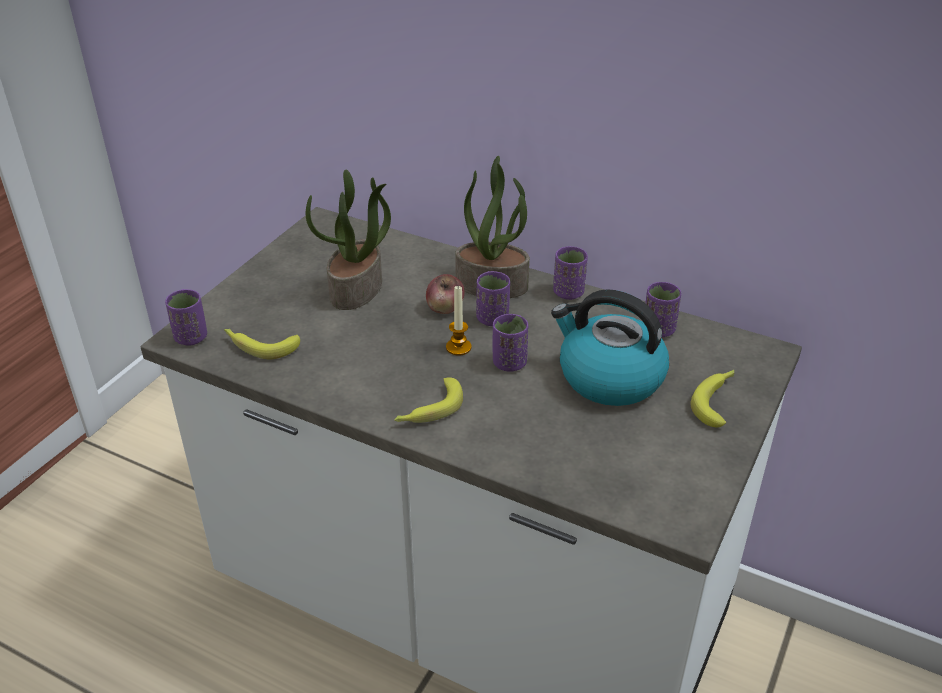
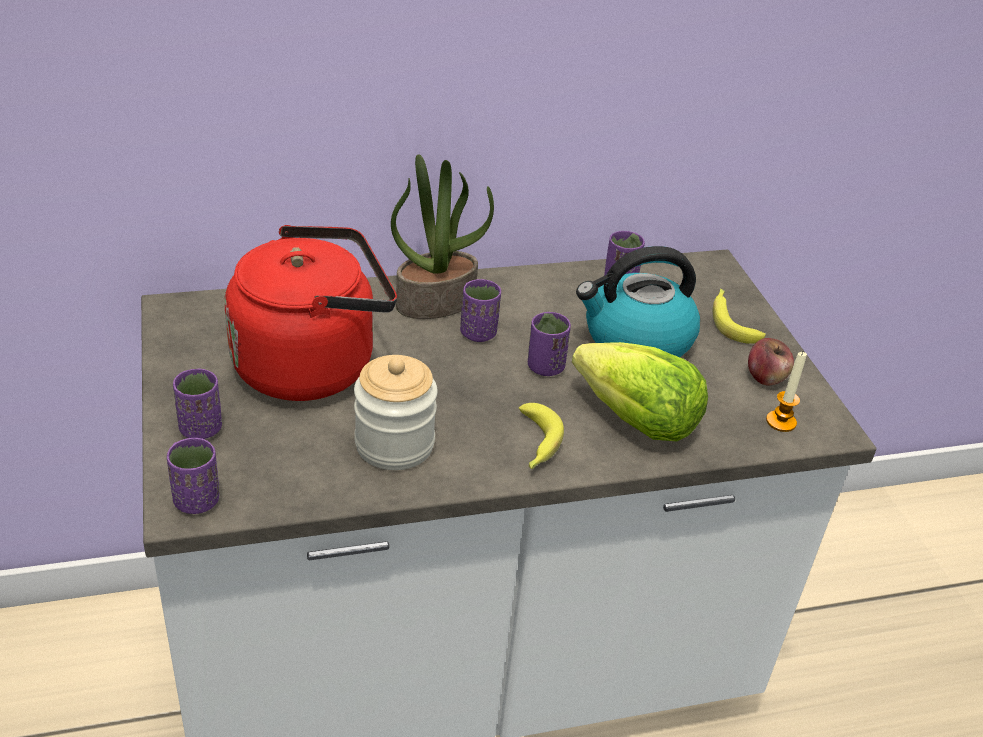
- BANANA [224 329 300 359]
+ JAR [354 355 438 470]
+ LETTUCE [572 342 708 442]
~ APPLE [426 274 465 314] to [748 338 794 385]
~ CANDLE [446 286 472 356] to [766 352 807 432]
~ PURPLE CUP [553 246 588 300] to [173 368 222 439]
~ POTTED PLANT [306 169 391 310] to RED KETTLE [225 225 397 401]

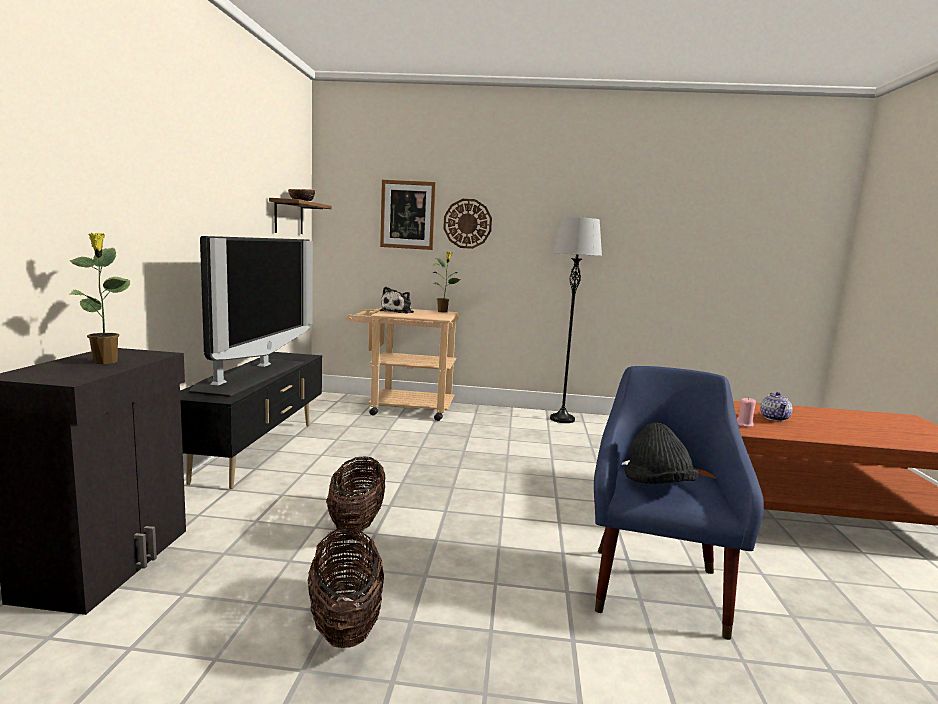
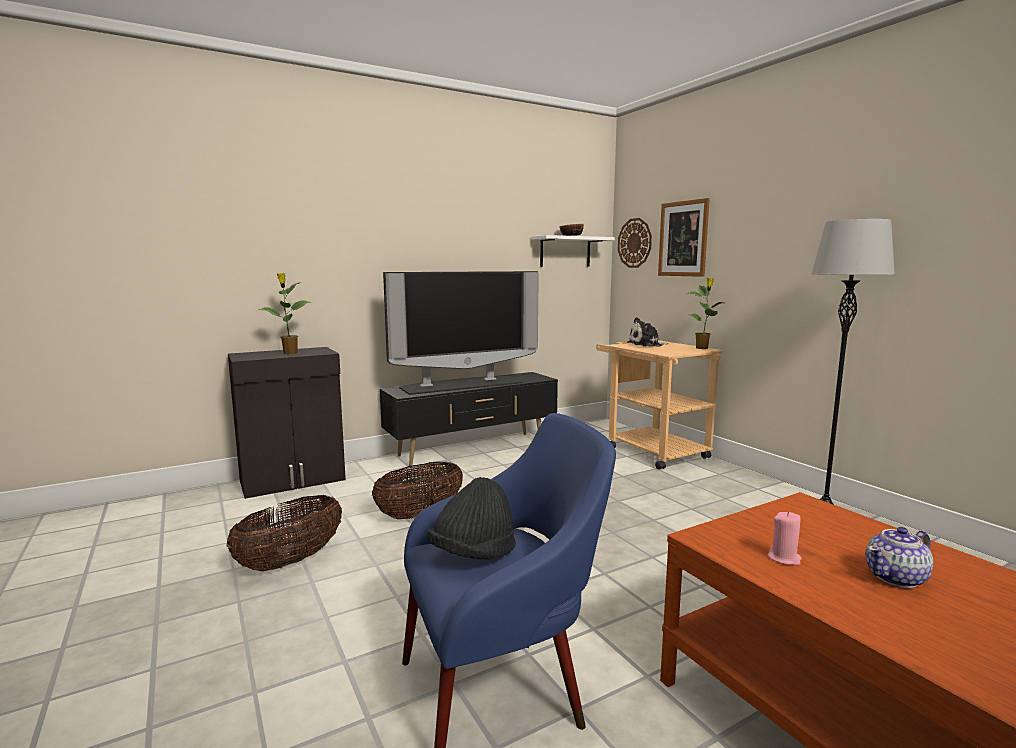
~ WALL CLOCK [443 199 492 249] to [618 218 652 268]
~ BROWN SHELF [269 198 332 234] to WHITE SHELF [531 235 615 267]

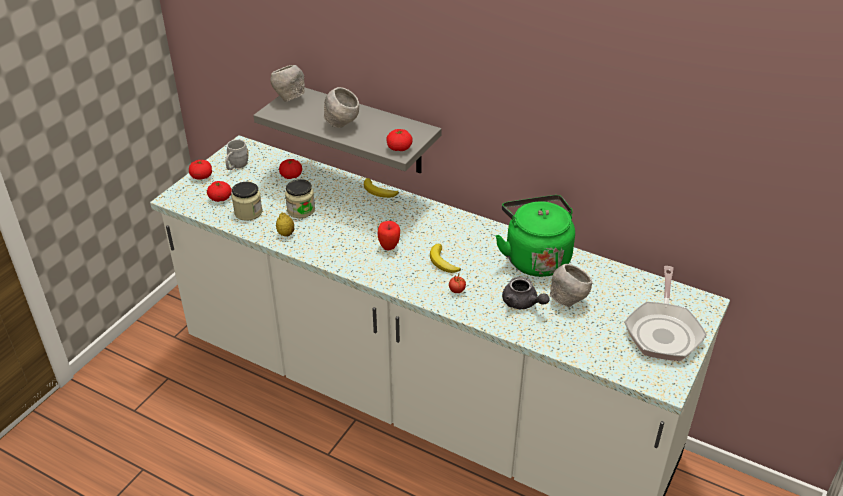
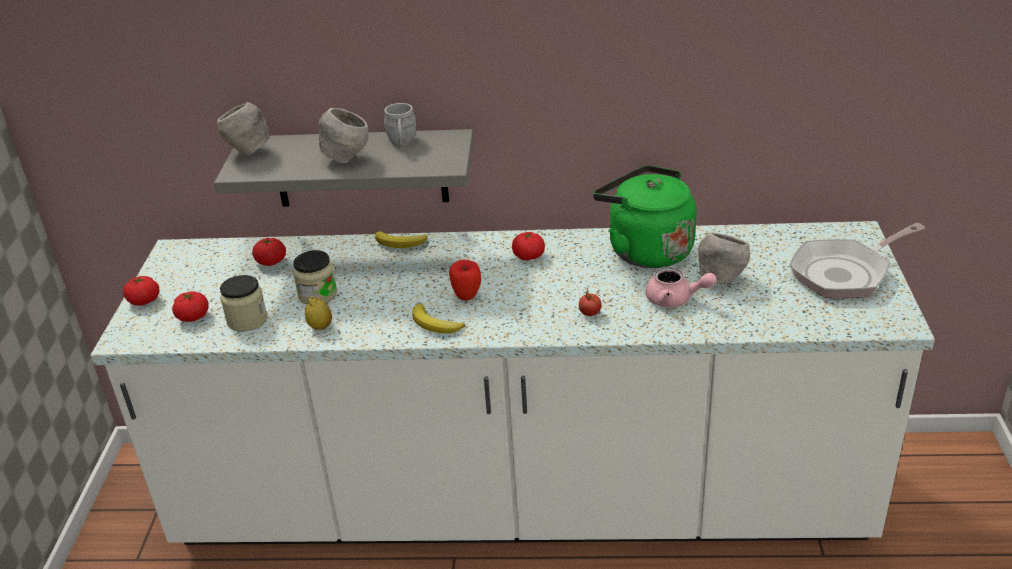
~ GREY MUG [225 139 249 170] to [384 103 416 147]
~ TOMATO [386 129 412 151] to [512 232 545 260]
~ BANANA [430 243 461 273] to [412 304 465 333]
~ GREY TEAPOT [502 277 550 309] to PINK TEAPOT [646 267 717 307]
~ FRYING PAN [624 266 707 361] = [789 223 926 298] 75 degrees clockwise

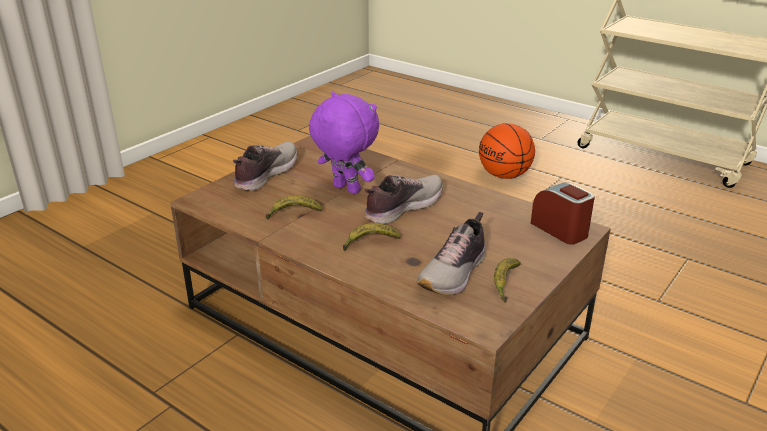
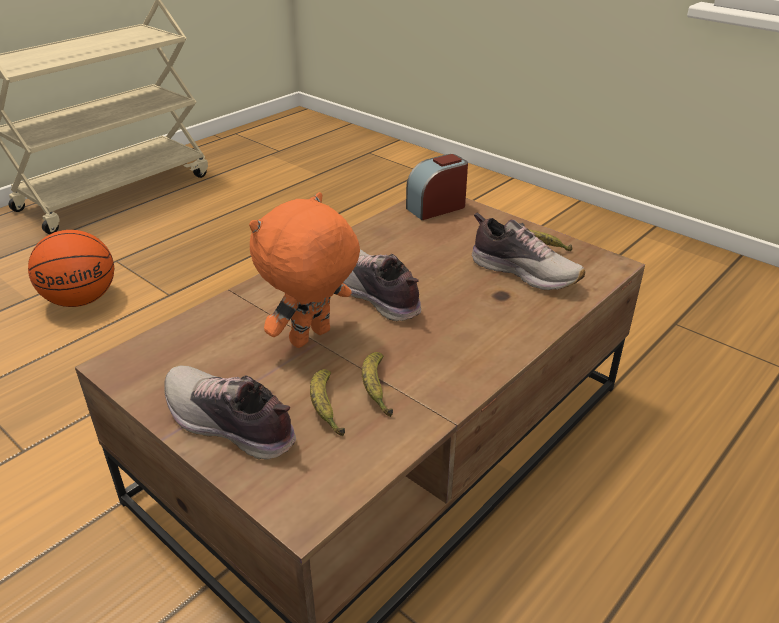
~ BANANA [343 223 401 251] to [310 369 345 436]
~ PURPLE PLUSH TOY [309 92 379 194] to ORANGE PLUSH TOY [249 192 360 348]

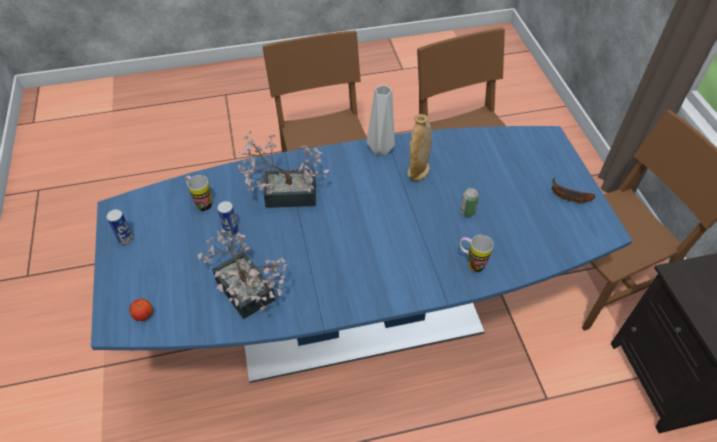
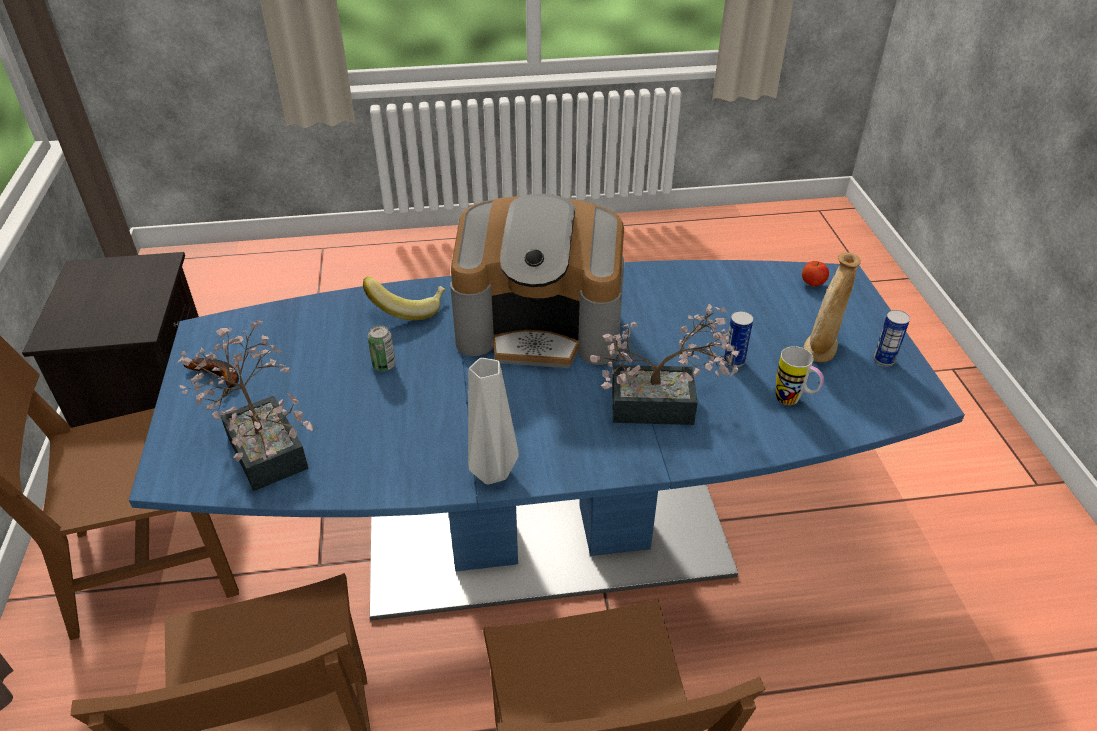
+ COFFEE MACHINE [450 194 624 368]
~ POTTED PLANT [197 229 288 319] to [177 321 314 491]
~ BEIGE VASE [407 114 432 181] to [804 252 861 362]
~ MUG [460 235 493 272] to BANANA [363 276 446 320]

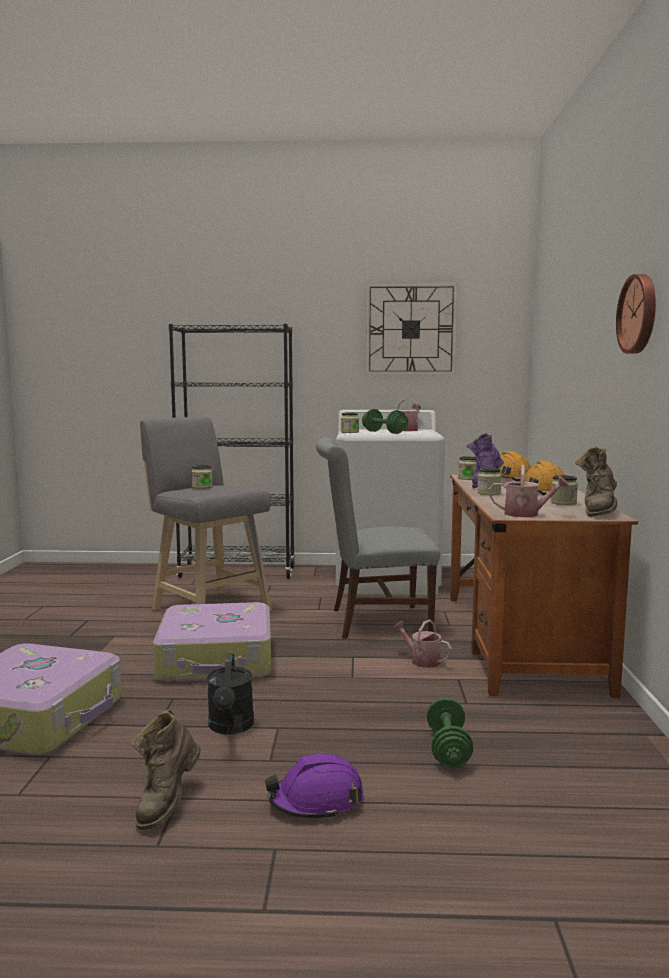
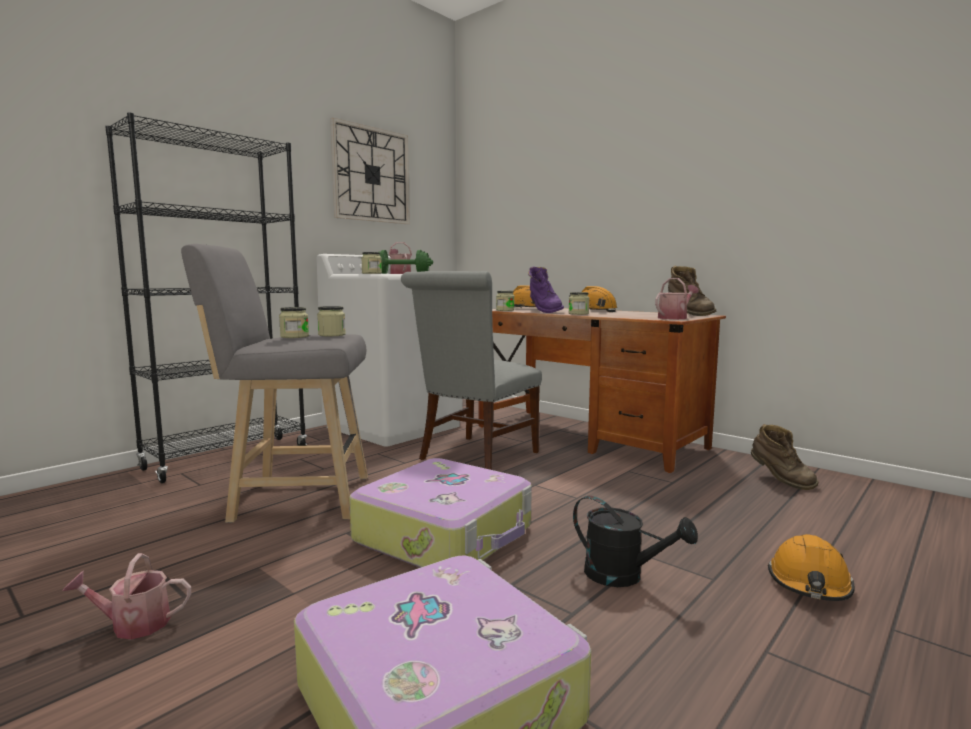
- GREEN DUMBBELL [427 697 473 769]
- WALL CLOCK [616 274 656 354]
~ BROWN BOOT [131 710 201 830] to [751 424 819 490]
~ WATERING CAN [393 619 452 668] to [63 553 191 640]
~ JAR [551 475 578 505] to [317 306 346 336]
~ PURPLE HARD HAT [265 754 364 820] to ORANGE HARD HAT [768 534 855 601]

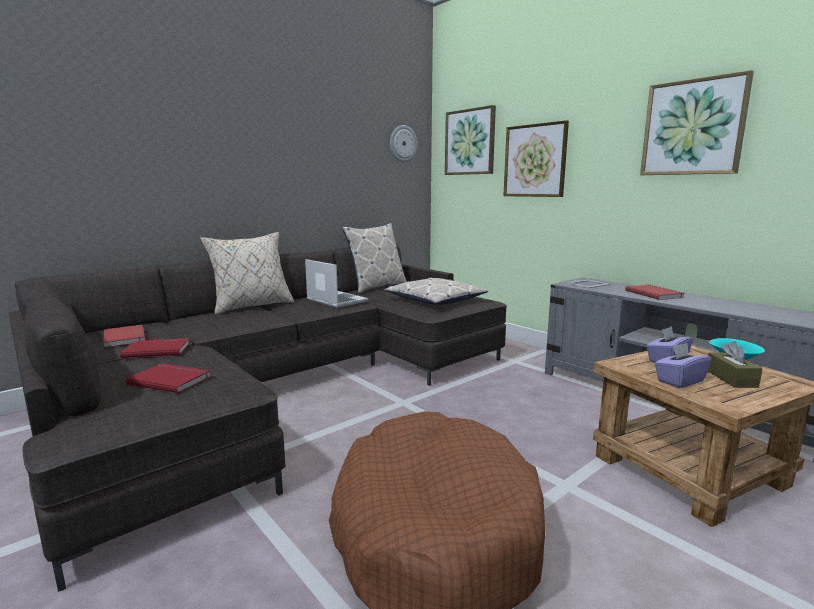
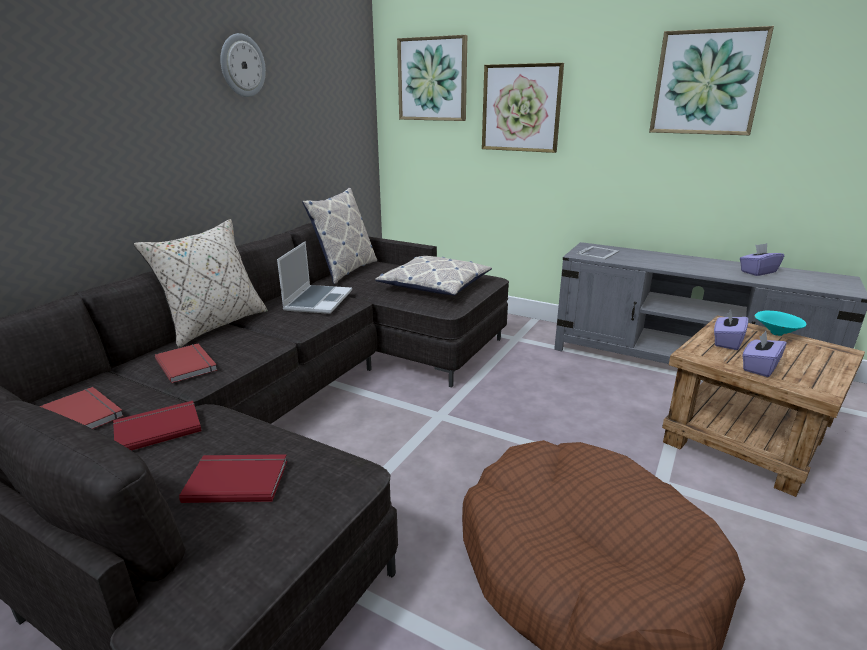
- BROWN TISSUE BOX [708 341 763 388]
+ PURPLE TISSUE BOX [740 243 784 276]
~ WALL CLOCK [390 125 417 162] to [220 33 266 97]
~ RED BOOK [625 284 684 300] to [155 344 217 383]
~ LAPTOP [305 259 368 308] = [277 241 352 314] 75 degrees clockwise

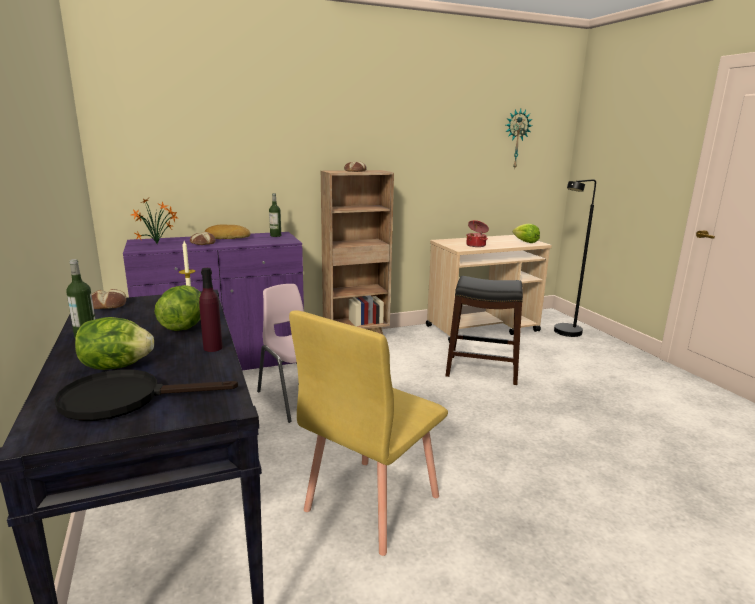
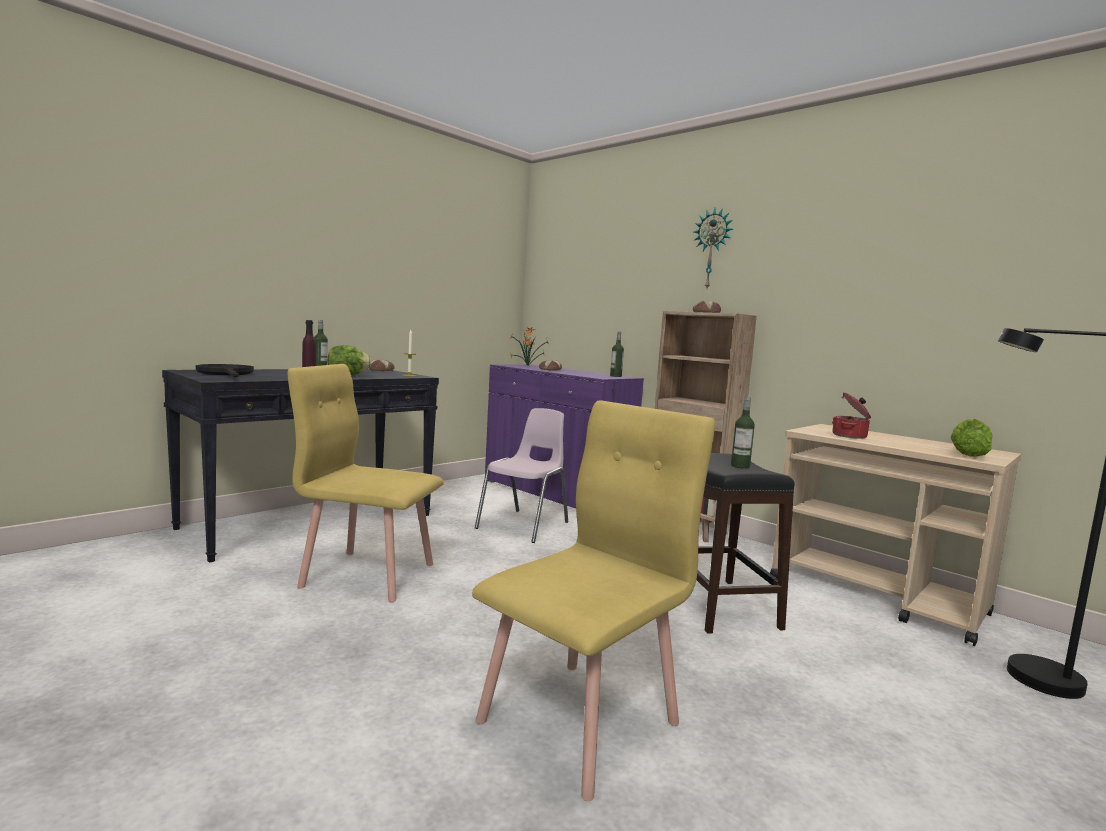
- LETTUCE [75 317 154 370]
- BREAD [204 225 251 239]
+ YELLOW CHAIR [472 400 715 801]
+ BOTTLE [731 397 755 468]
~ WALL CLOCK [506 109 532 170] to [694 208 733 288]

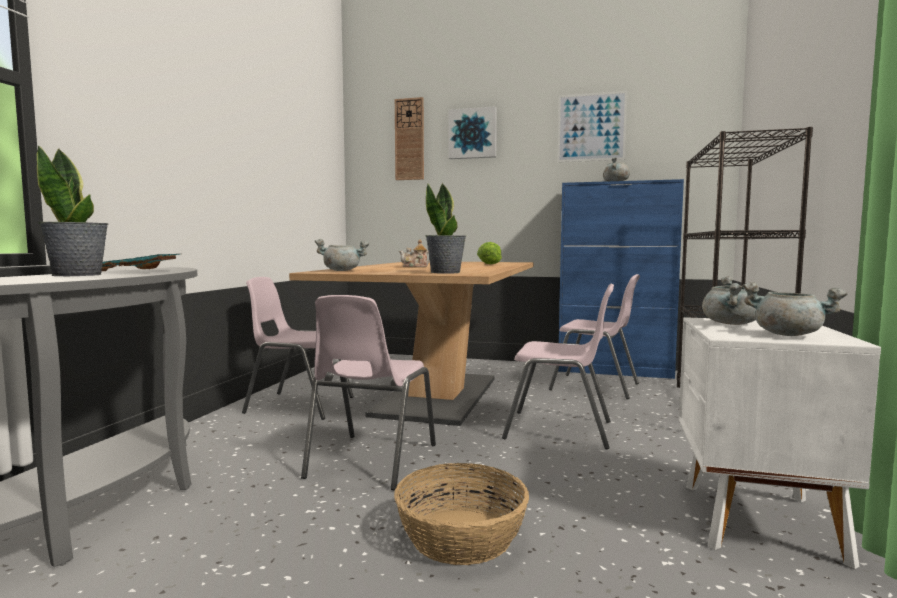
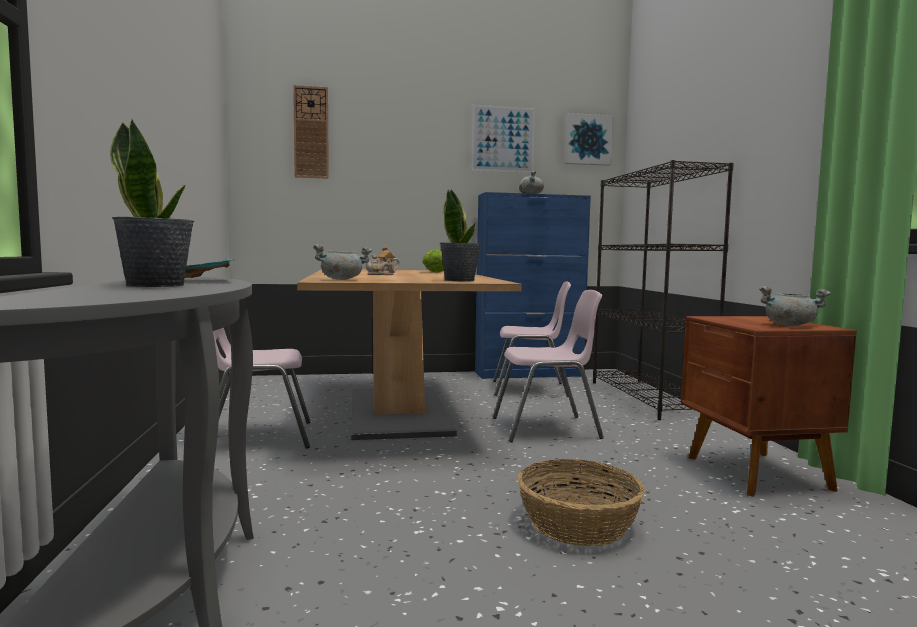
- PINK CHAIR [301 295 436 490]
- GREY COOKING POT [702 276 756 325]
~ PICTURE [448 106 497 159] to [564 113 613 166]
~ WHITE NIGHTSTAND [679 317 881 569] to BROWN NIGHTSTAND [681 316 857 497]

